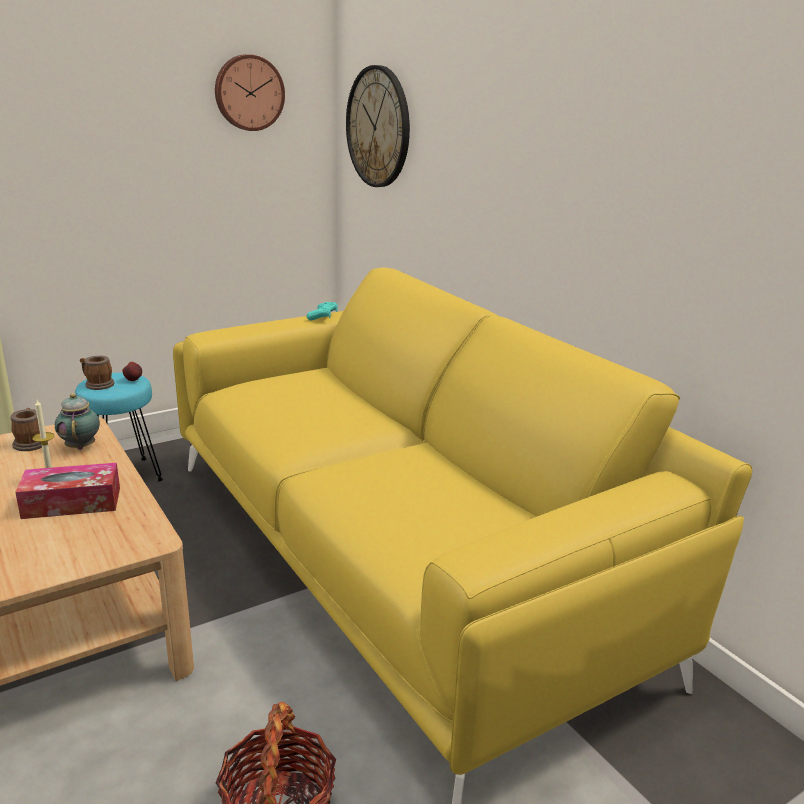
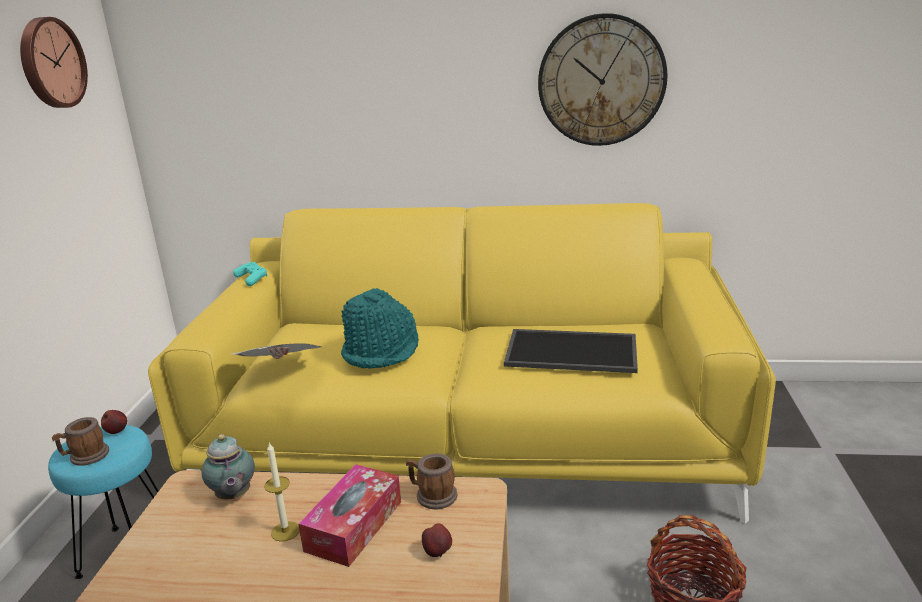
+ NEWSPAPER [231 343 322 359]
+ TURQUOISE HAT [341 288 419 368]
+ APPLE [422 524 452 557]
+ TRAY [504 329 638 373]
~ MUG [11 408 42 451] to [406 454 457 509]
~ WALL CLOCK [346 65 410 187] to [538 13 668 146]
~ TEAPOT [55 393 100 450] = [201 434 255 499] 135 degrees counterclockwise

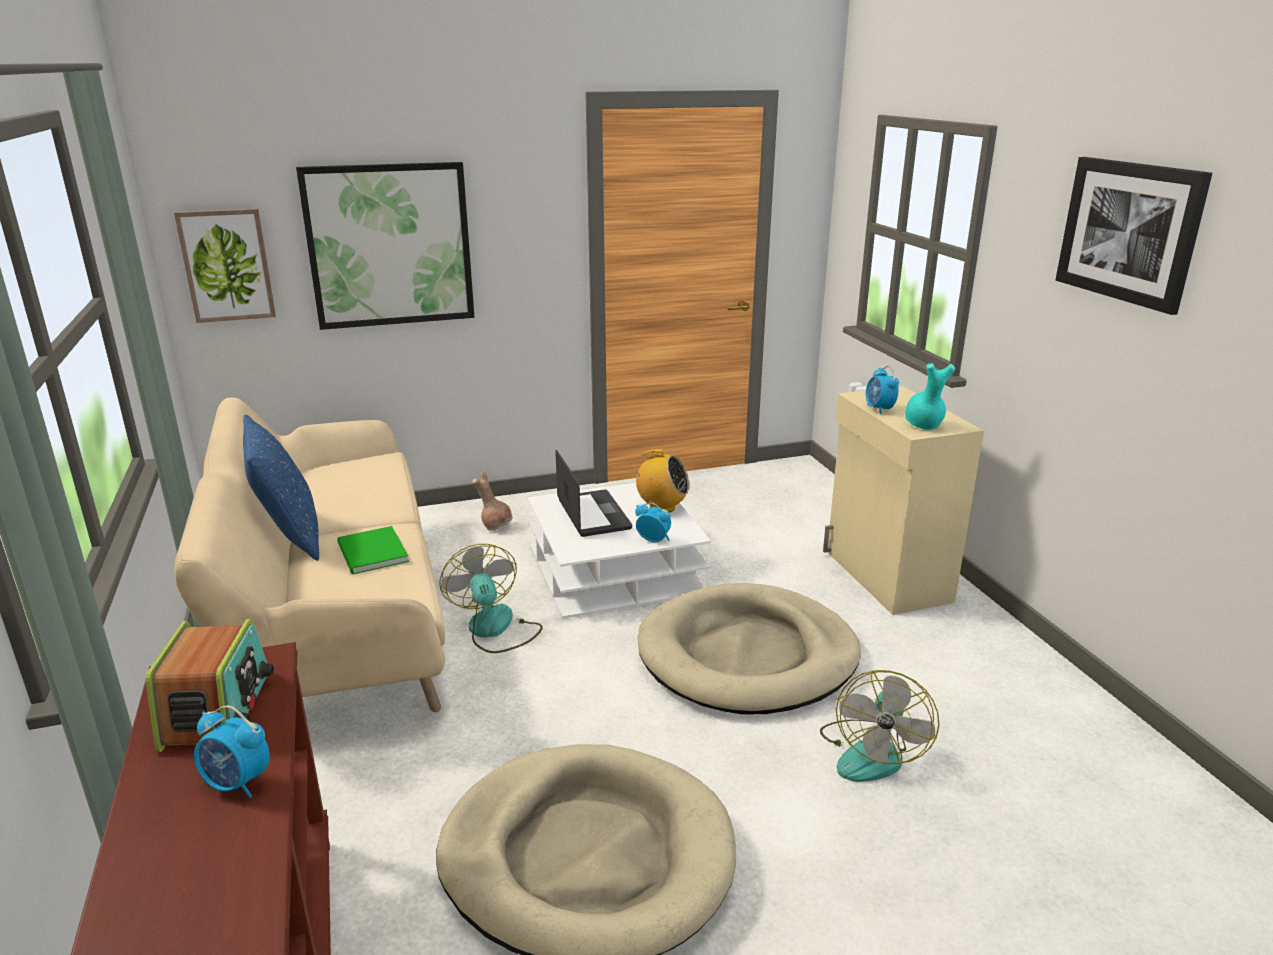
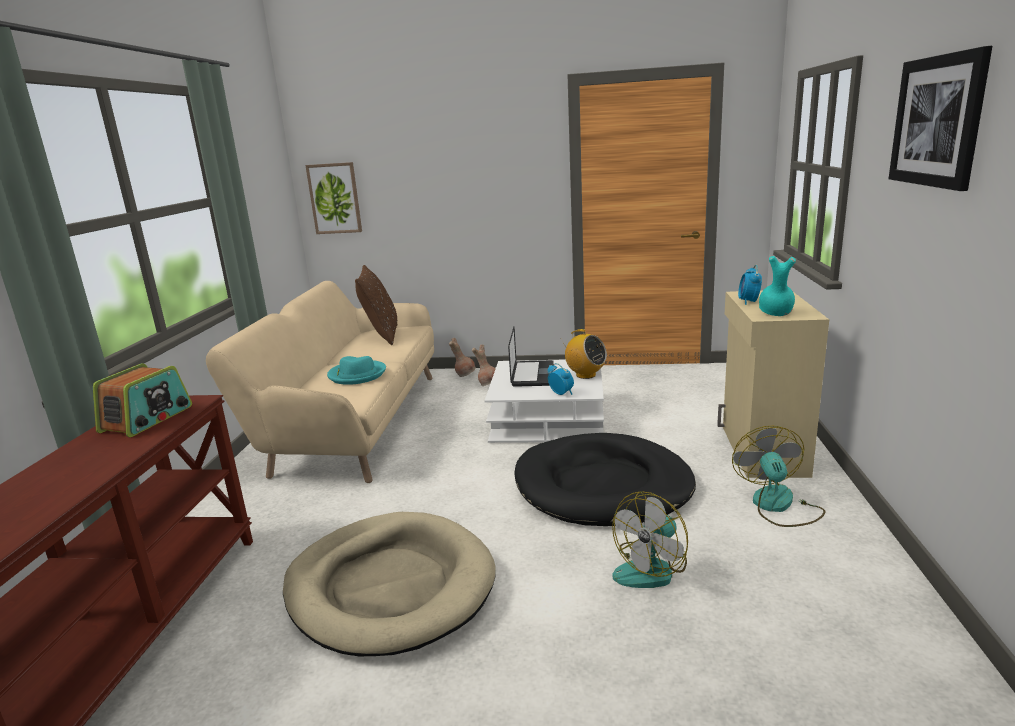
- ALARM CLOCK [194 705 270 798]
- BLUE PILLOW [243 414 319 561]
- PICTURE [296 162 474 330]
+ BROWN PILLOW [355 265 397 345]
+ BROWN VASE [449 338 476 377]
~ FAN [439 544 543 653] to [732 426 825 527]
~ GREEN BOOK [337 526 409 574] to TURQUOISE HAT [327 356 386 385]
~ BEIGE DOG BED [638 583 861 715] to BLACK DOG BED [515 433 696 526]

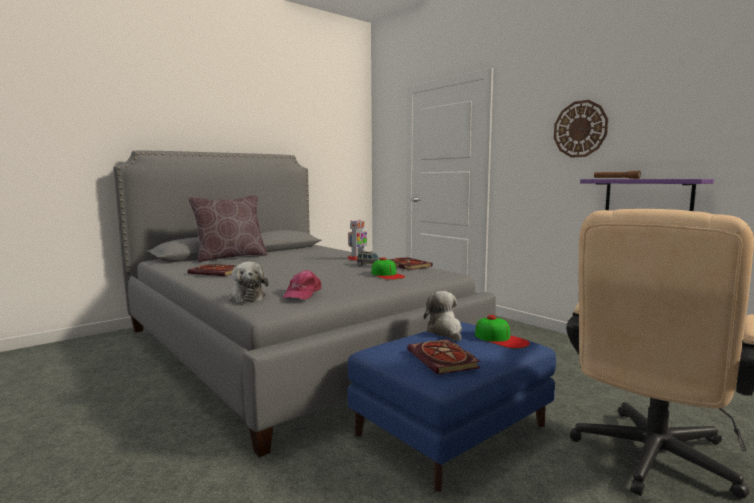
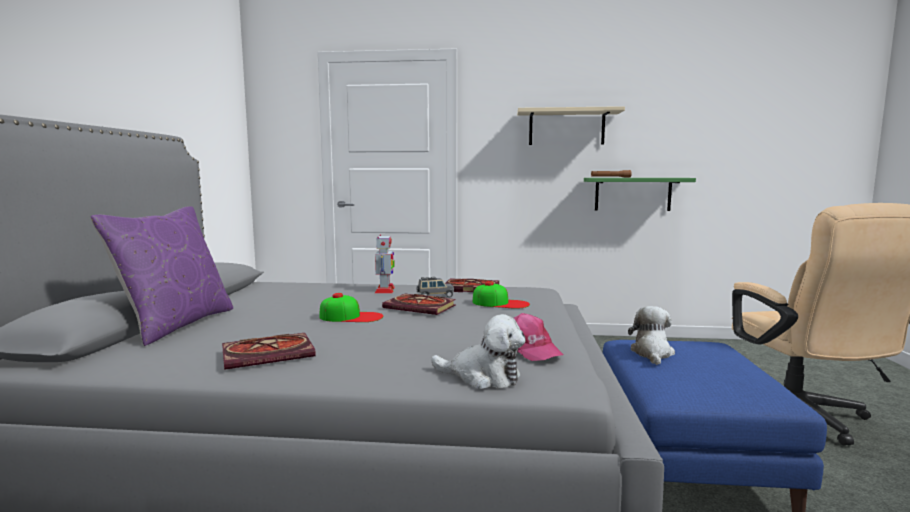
~ BOOK [407 339 481 375] to [382 294 456 315]
~ CAP [475 315 530 348] to [319 293 384 322]
~ WALL CLOCK [554 100 608 158] to BEIGE SHELF [517 106 625 145]
~ BROWN PILLOW [188 196 268 262] to PURPLE PILLOW [90 206 233 346]
~ PURPLE SHELF [580 179 714 211] to GREEN SHELF [584 178 696 211]
~ PLUSH TOY [424 291 462 341] = [628 306 675 365] 75 degrees clockwise

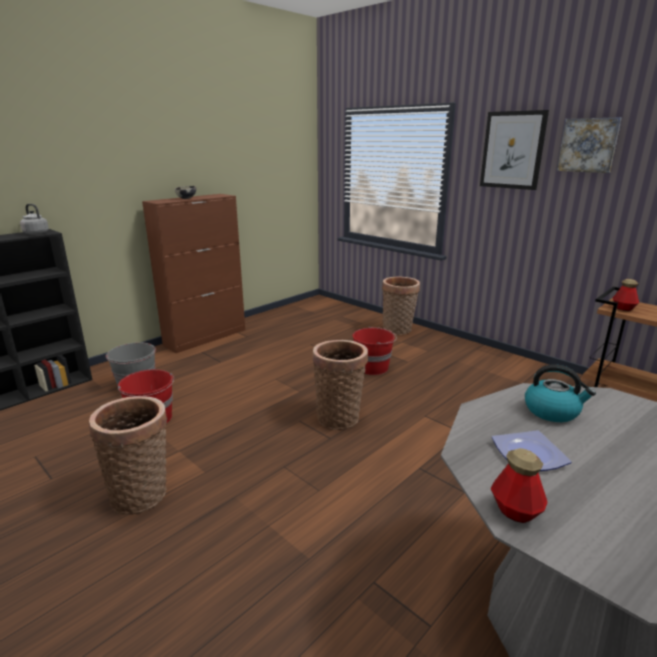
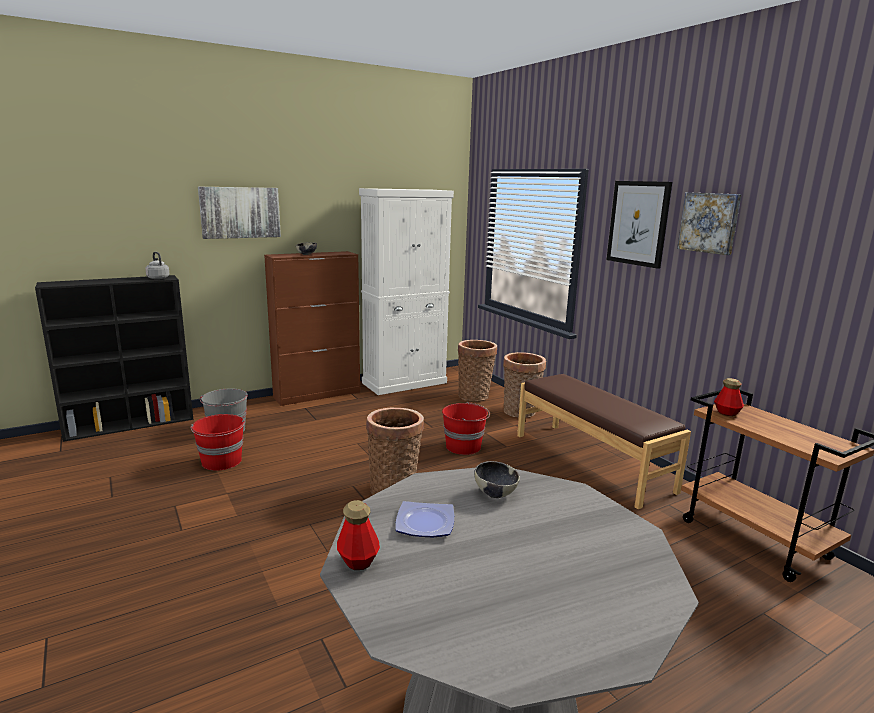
+ PICTURE [198 187 281 239]
+ WHITE CABINET [359 188 454 395]
+ BROWN BENCH [517 374 691 509]
~ BASKET [89 396 168 515] to [458 340 497 402]
~ KETTLE [525 364 596 422] to BOWL [474 461 520 498]

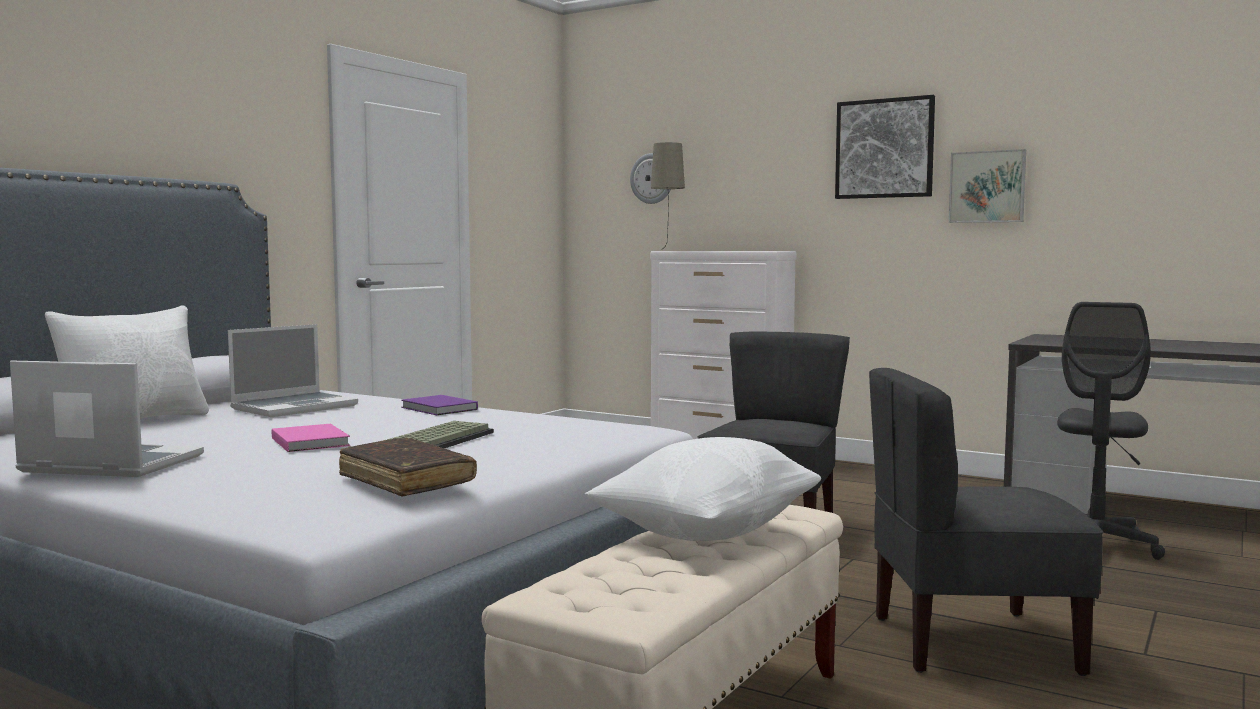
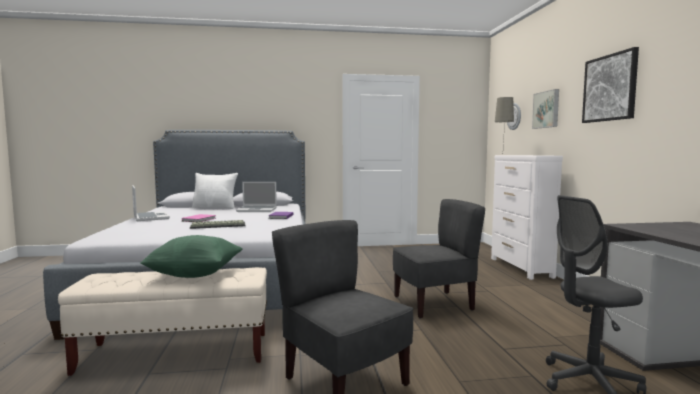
- BROWN BOOK [339 437 477 497]
~ PICTURE [949 149 1026 223] to [532 89 559 129]
~ WHITE PILLOW [585 437 821 541] to GREEN PILLOW [140 235 242 278]

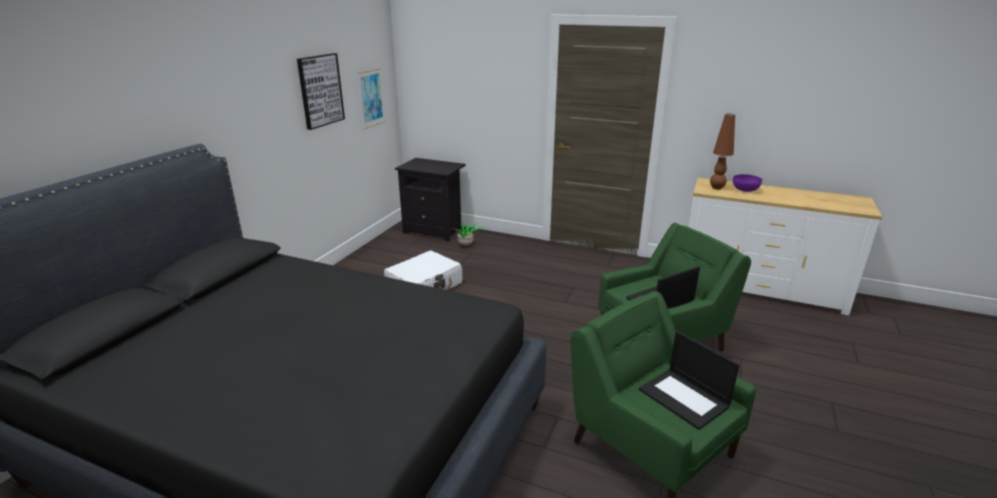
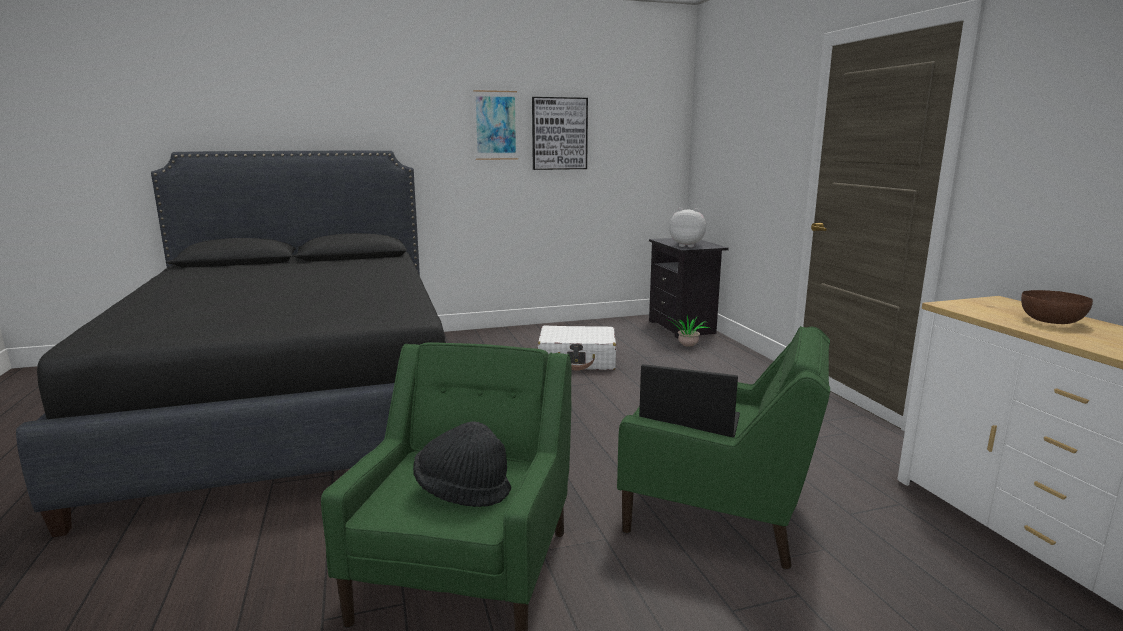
- BROWN TABLE LAMP [710 114 735 190]
+ PLUSH TOY [669 208 706 247]
~ PICTURE [358 68 385 129] to [473 90 518 160]
~ LAPTOP [639 331 740 430] to BLACK HAT [413 421 511 507]
~ PURPLE BOWL [733 174 762 192] to BROWN BOWL [1021 290 1093 324]

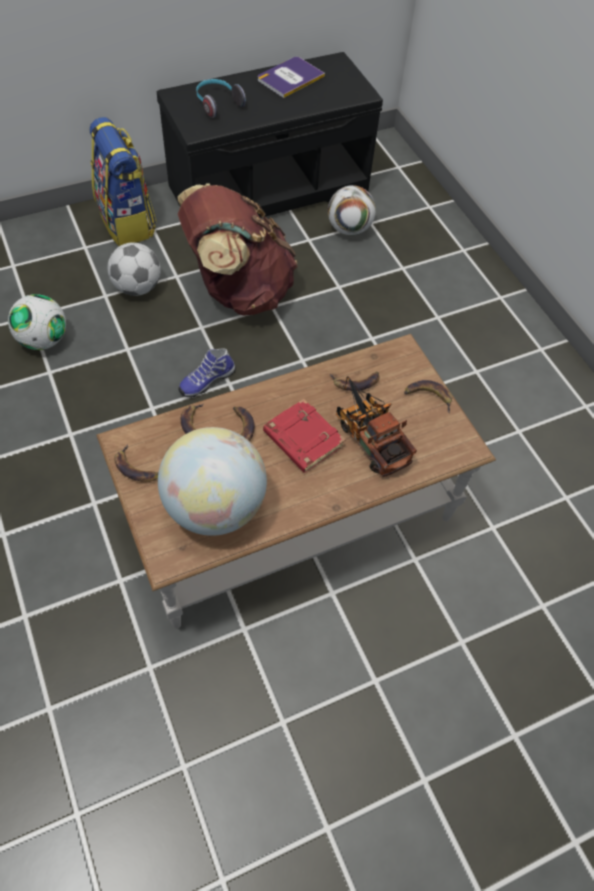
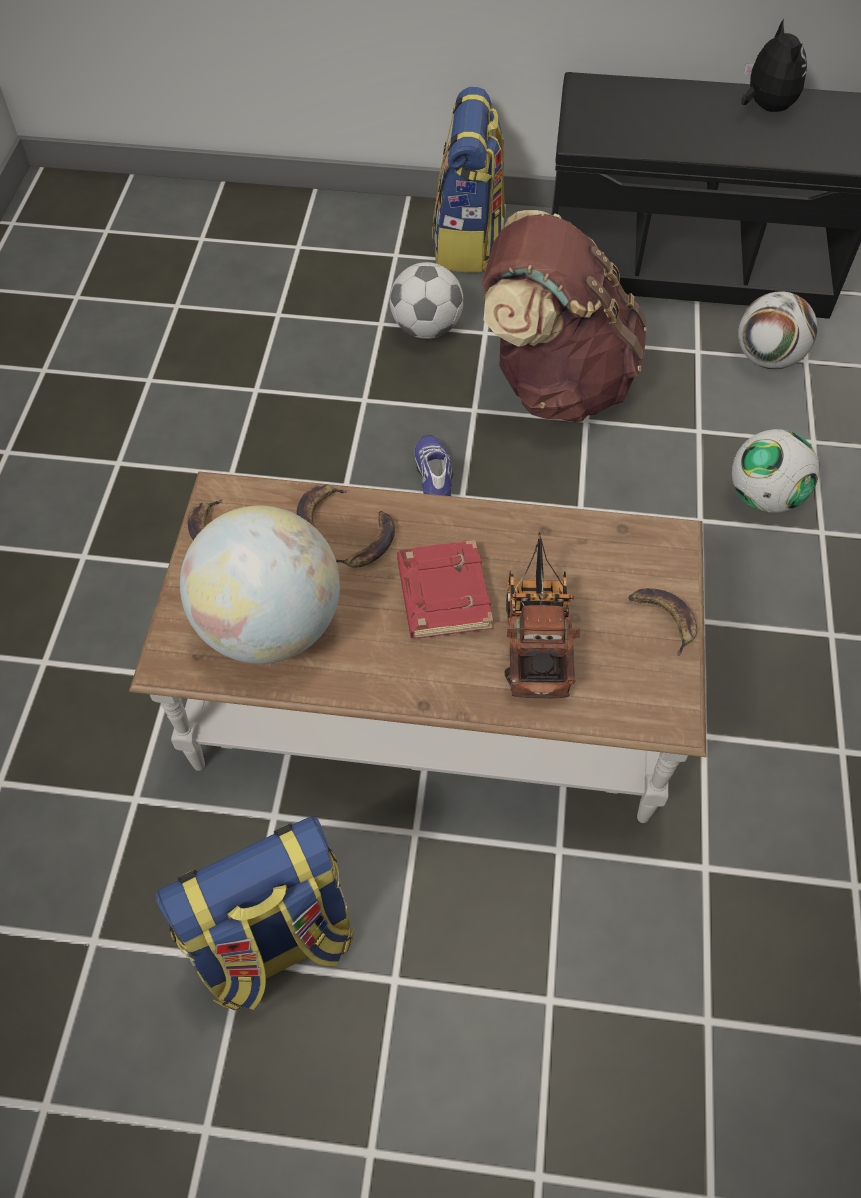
- HEADPHONES [196 79 246 118]
- BANANA [330 372 380 391]
+ BACKPACK [155 816 354 1010]
~ FOOTBALL [8 294 66 350] to [732 429 819 513]
~ BOOK [258 57 325 98] to PLUSH TOY [741 18 807 112]
~ SHOE [178 348 236 398] = [415 435 453 496] 90 degrees clockwise

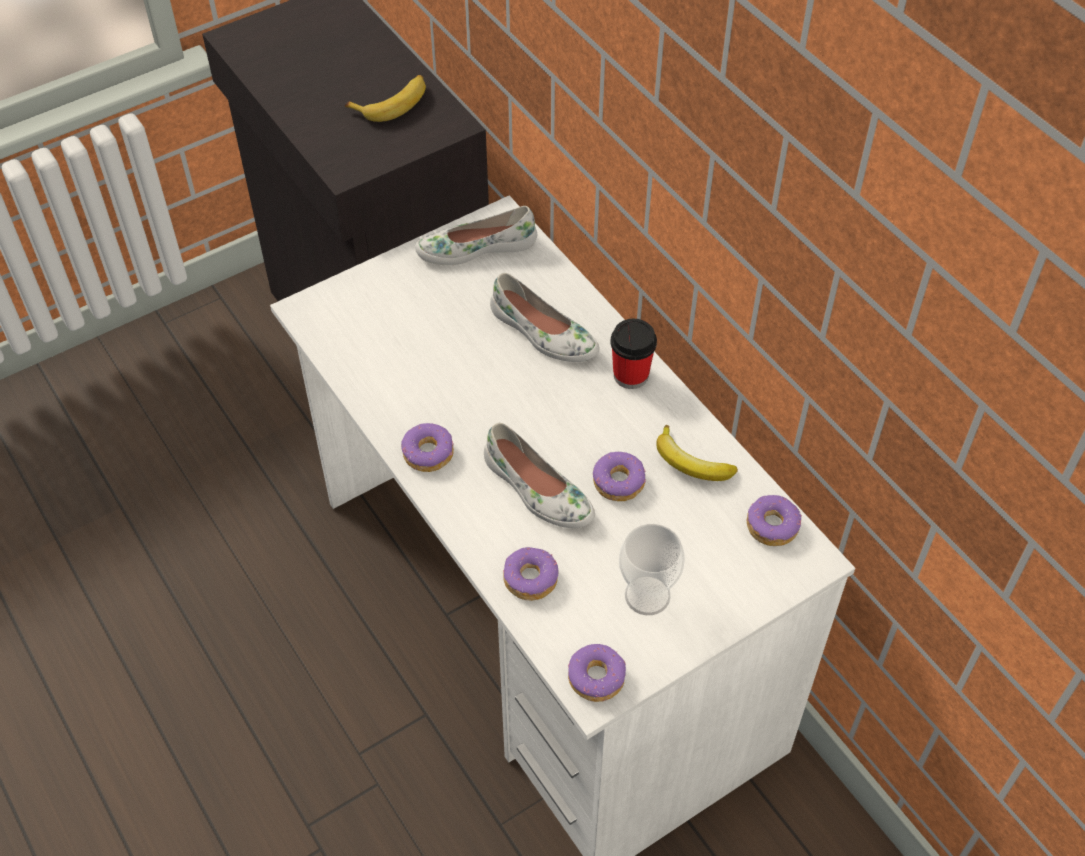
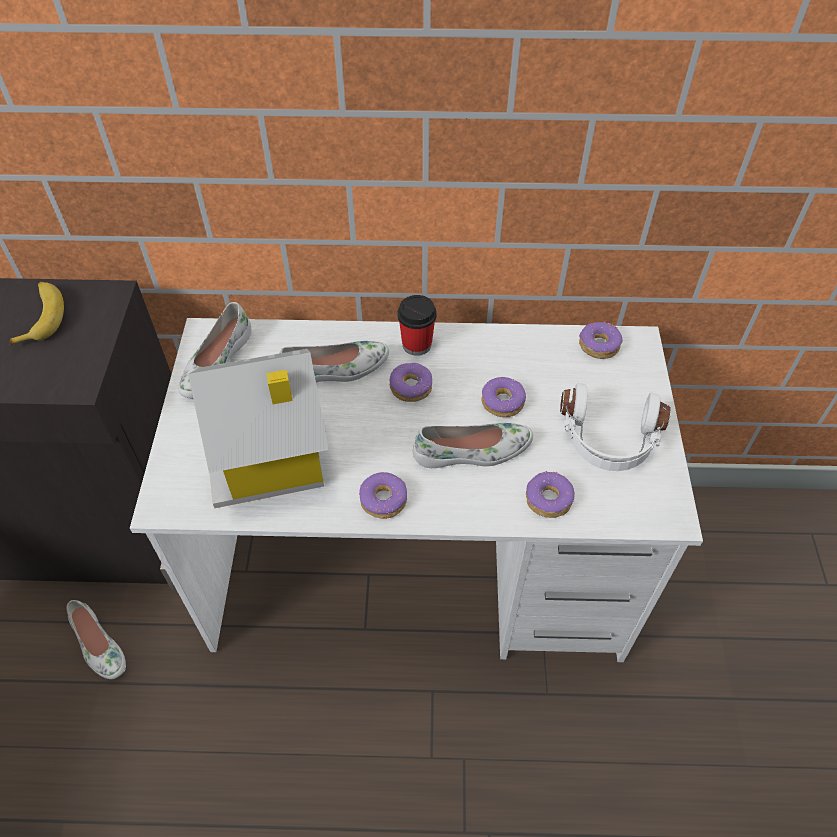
- BANANA [656 425 738 481]
+ WHITE SHOE [66 600 126 679]
+ TOY HOUSE [188 349 329 508]
~ DONUT [568 644 626 702] to [390 363 432 402]
~ CUP [619 524 685 615] to WHITE HEADPHONES [560 383 671 471]

